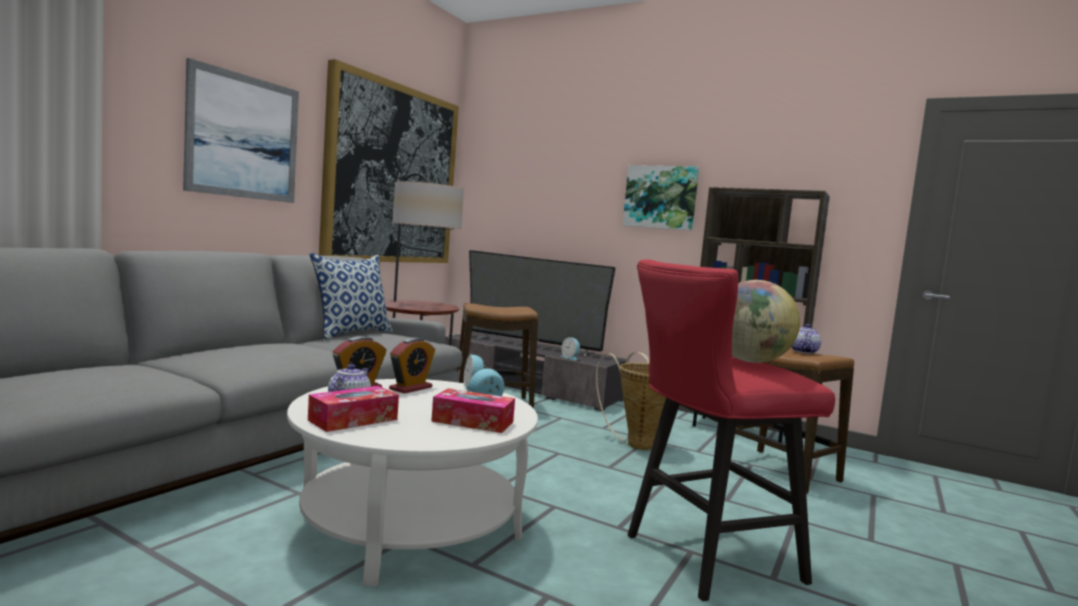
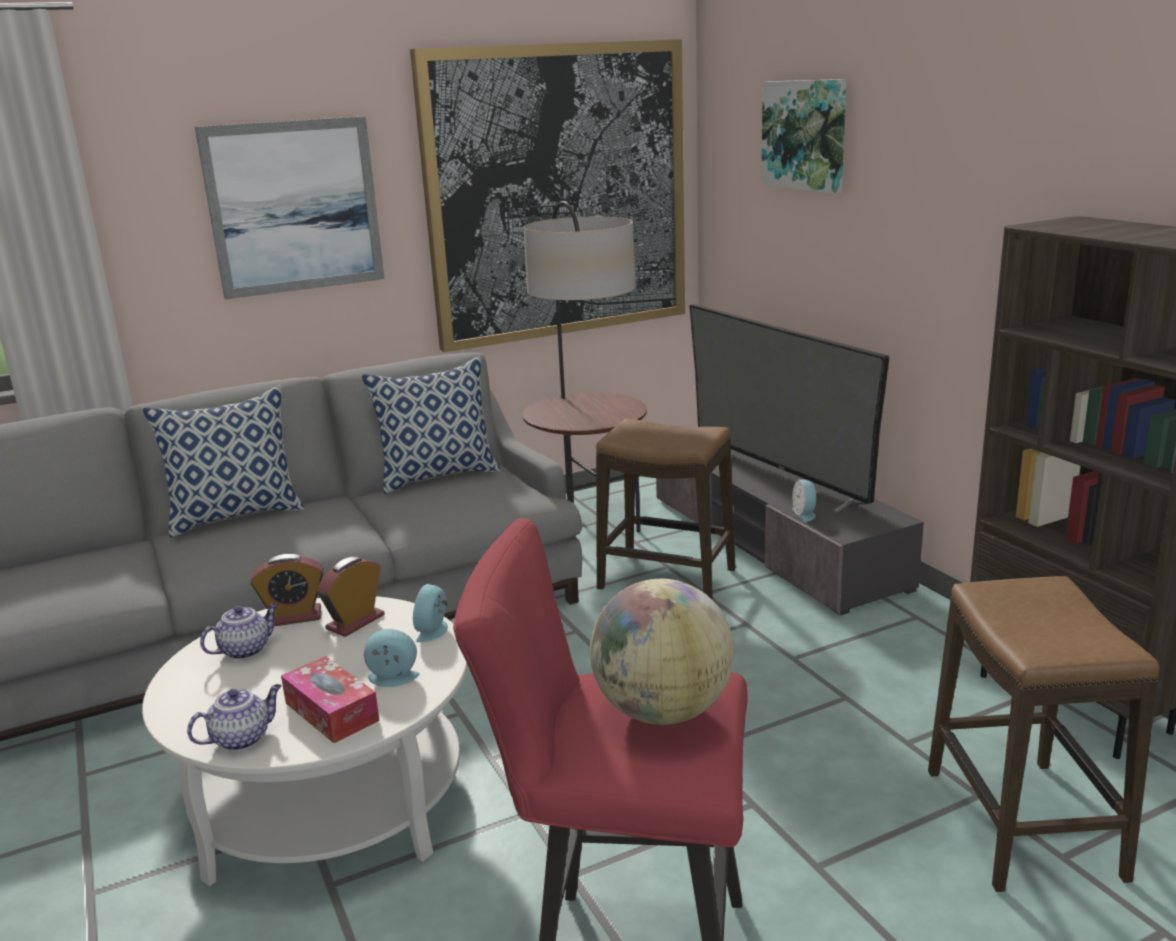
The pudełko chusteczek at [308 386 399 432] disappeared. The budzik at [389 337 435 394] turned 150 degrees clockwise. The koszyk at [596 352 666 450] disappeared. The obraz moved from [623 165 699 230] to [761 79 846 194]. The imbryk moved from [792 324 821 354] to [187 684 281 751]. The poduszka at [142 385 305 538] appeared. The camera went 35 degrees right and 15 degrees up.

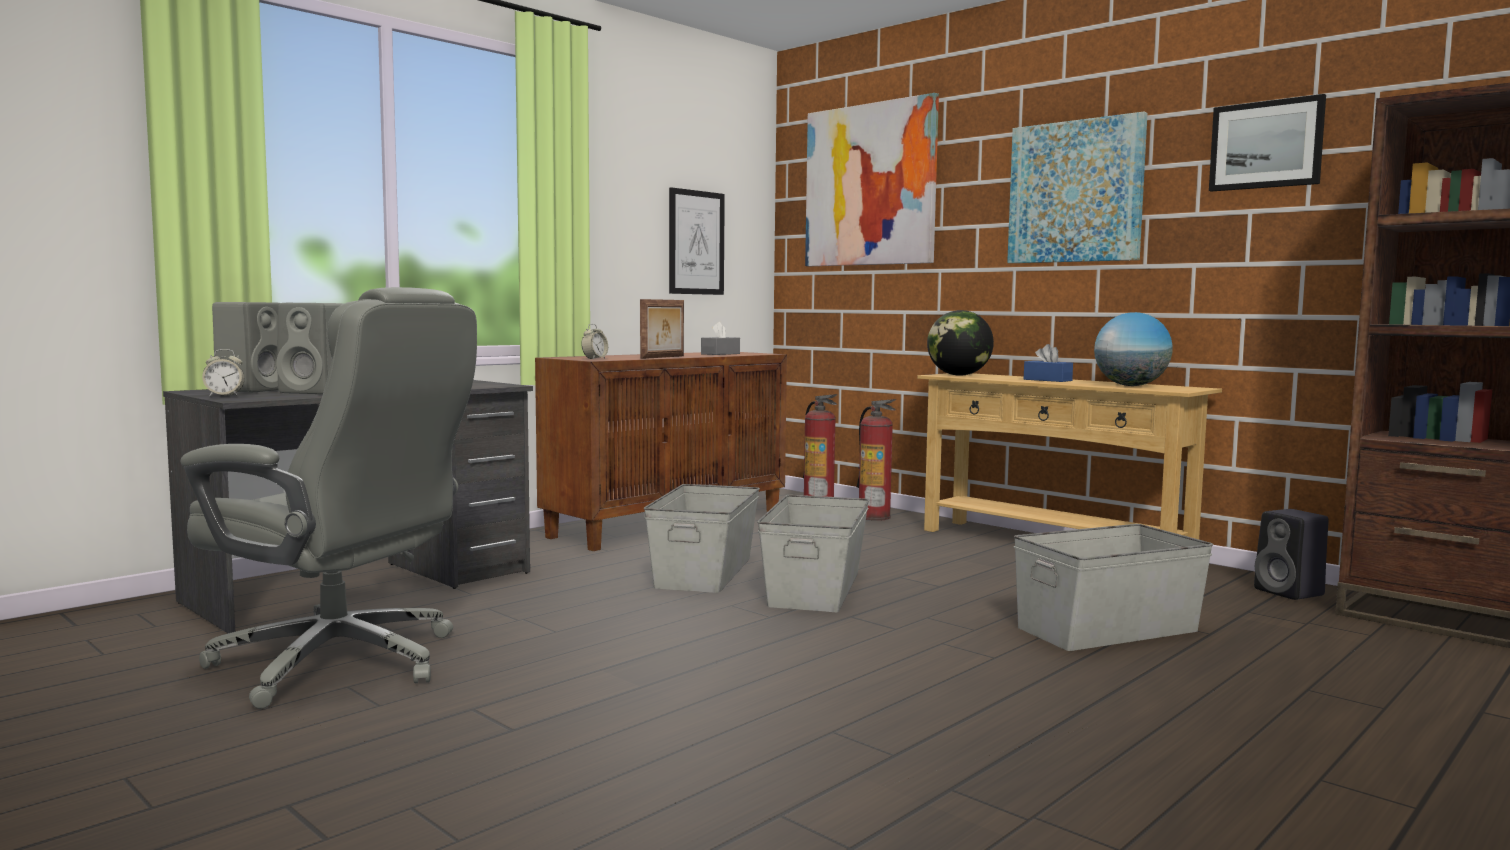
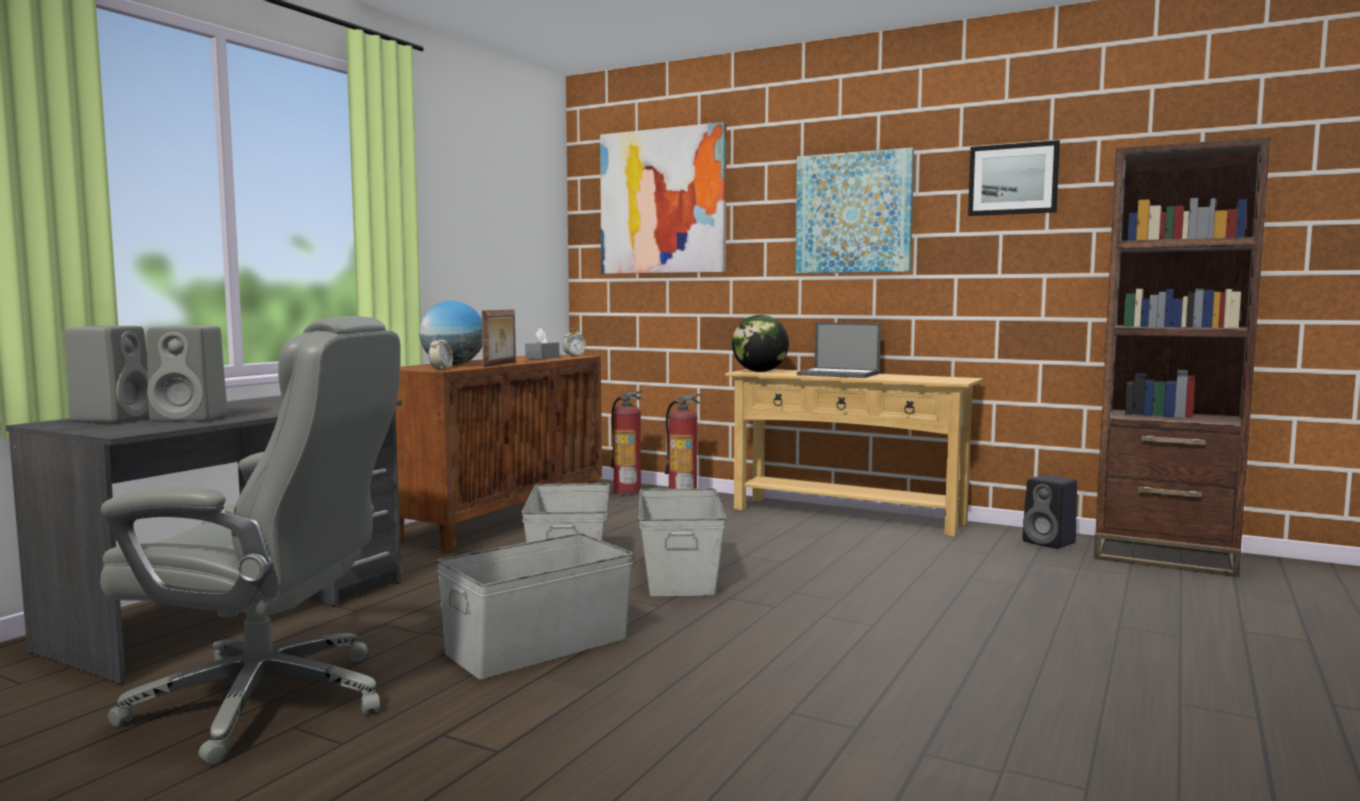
The budzik moved from [202 349 245 396] to [563 328 586 356]. The obraz at [669 187 725 295] disappeared. The pojemnik do przechowywania (szary) moved from [1014 524 1213 651] to [437 533 633 679]. The pudełko chusteczek (niebieski) at [1024 344 1073 382] was replaced by the laptop at [797 322 881 378]. The globus moved from [1094 312 1172 386] to [419 301 482 365]. The camera went 15 degrees left and 0 degrees up.

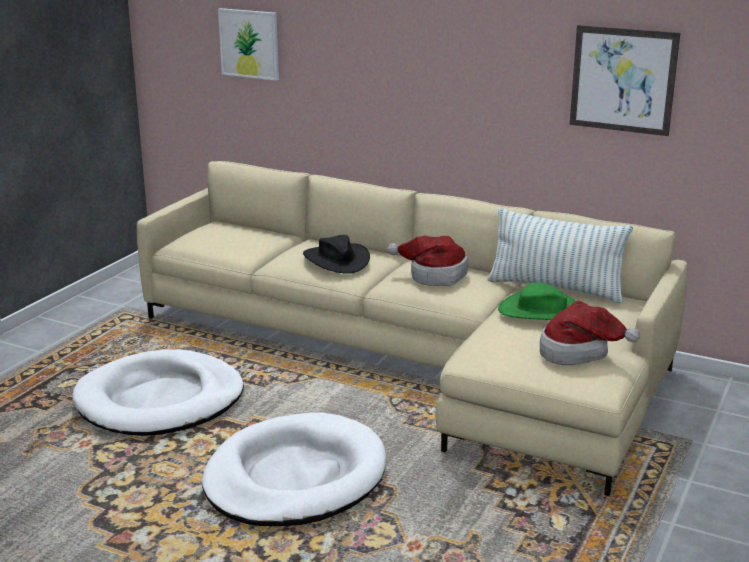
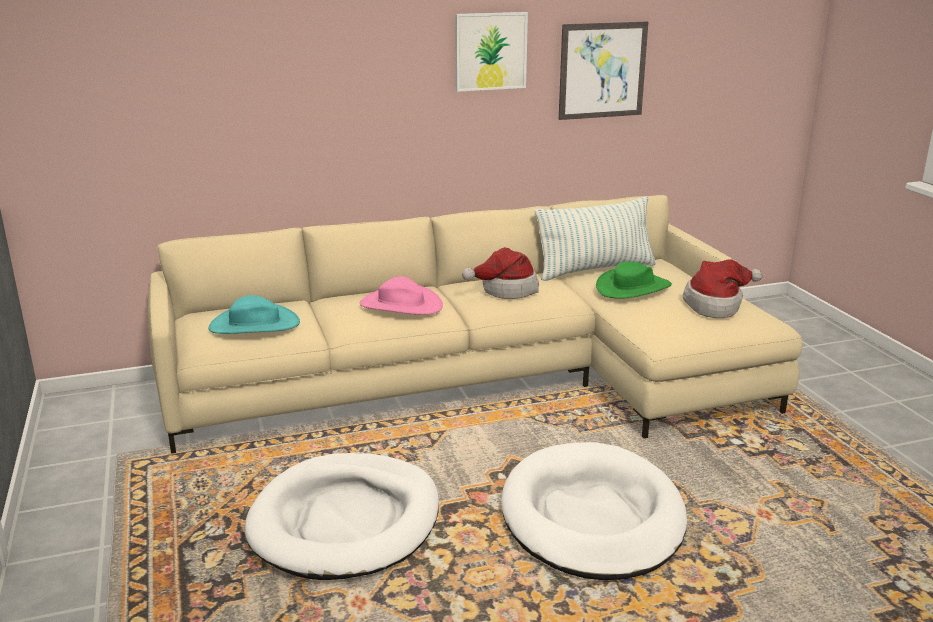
The obraz moved from [218 8 279 81] to [455 12 528 92]. The kapelusz (czarny) at [303 235 370 274] became the kapelusz (różowy) at [360 276 443 315]. The kapelusz (turkusowy) at [208 295 300 334] appeared. The camera went 45 degrees left and 0 degrees up.

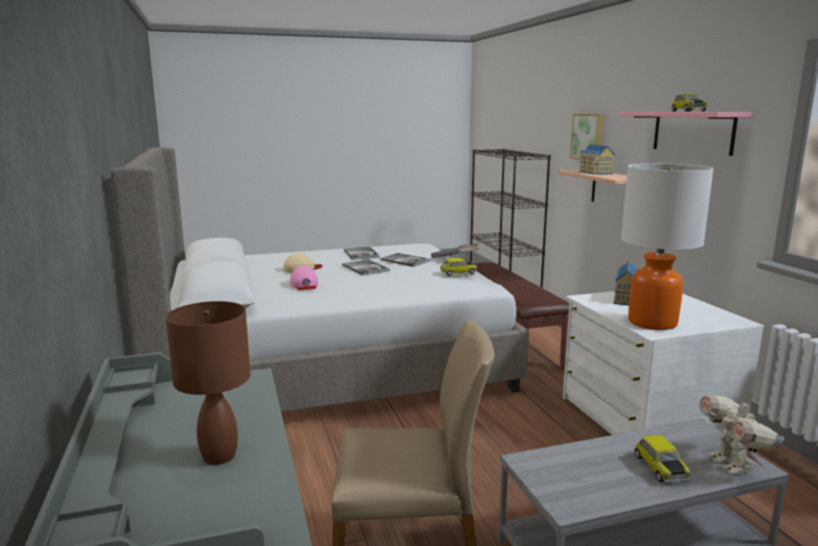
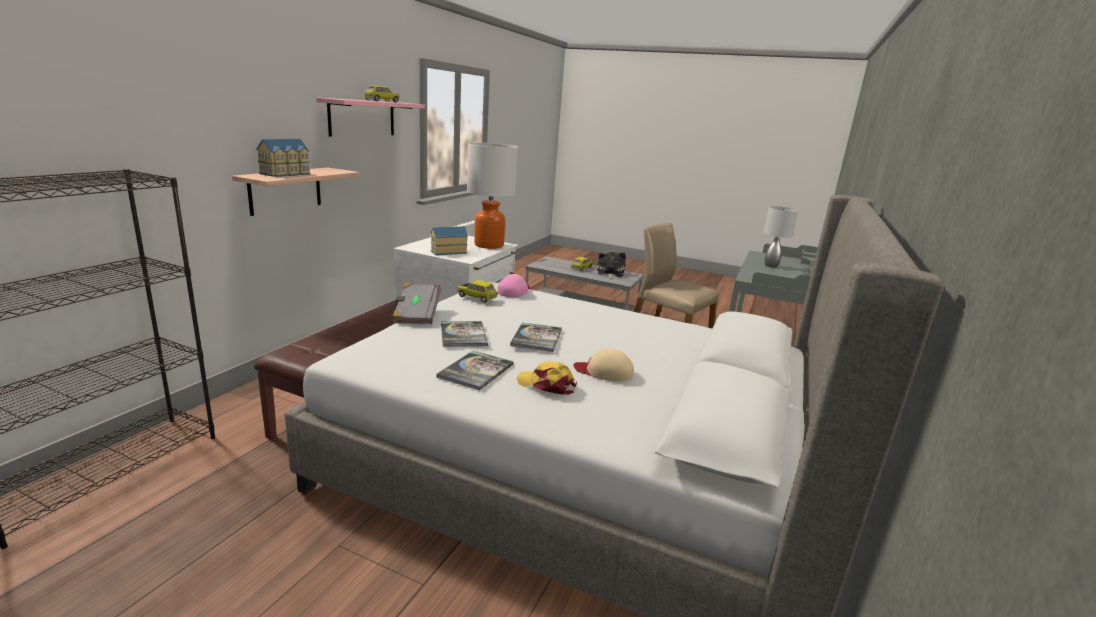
The lampa stołowa (brązowy) at [166 301 250 465] became the lampa stołowa (szary) at [764 206 799 268]. The czapka z daszkiem (różowy) moved from [290 266 318 290] to [497 274 530 297]. The obraz at [570 114 604 160] disappeared. The robot zabawkowy at [699 395 784 474] disappeared. The czapka z daszkiem (żółty) at [517 361 577 395] appeared. The pluszak at [597 252 626 279] appeared. The camera went 140 degrees left and 5 degrees up.

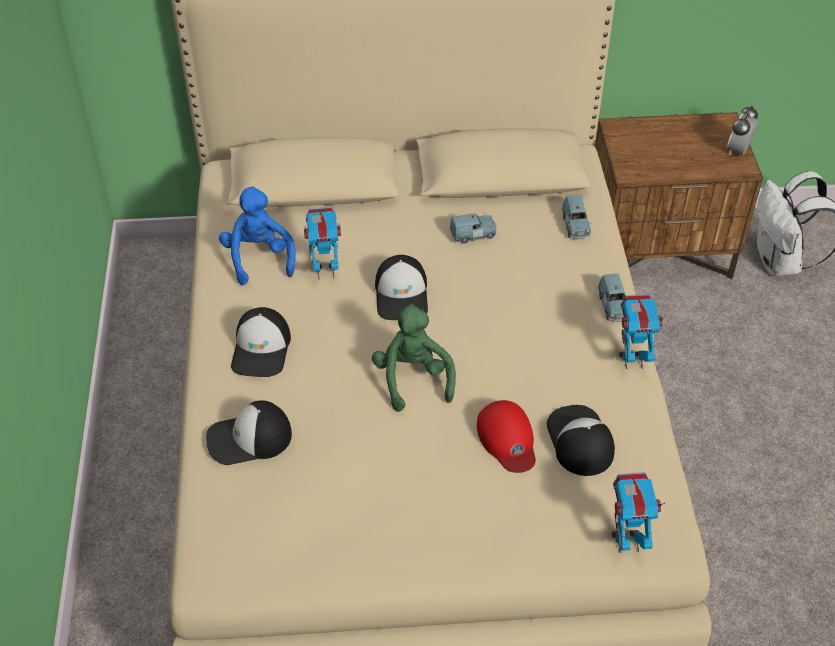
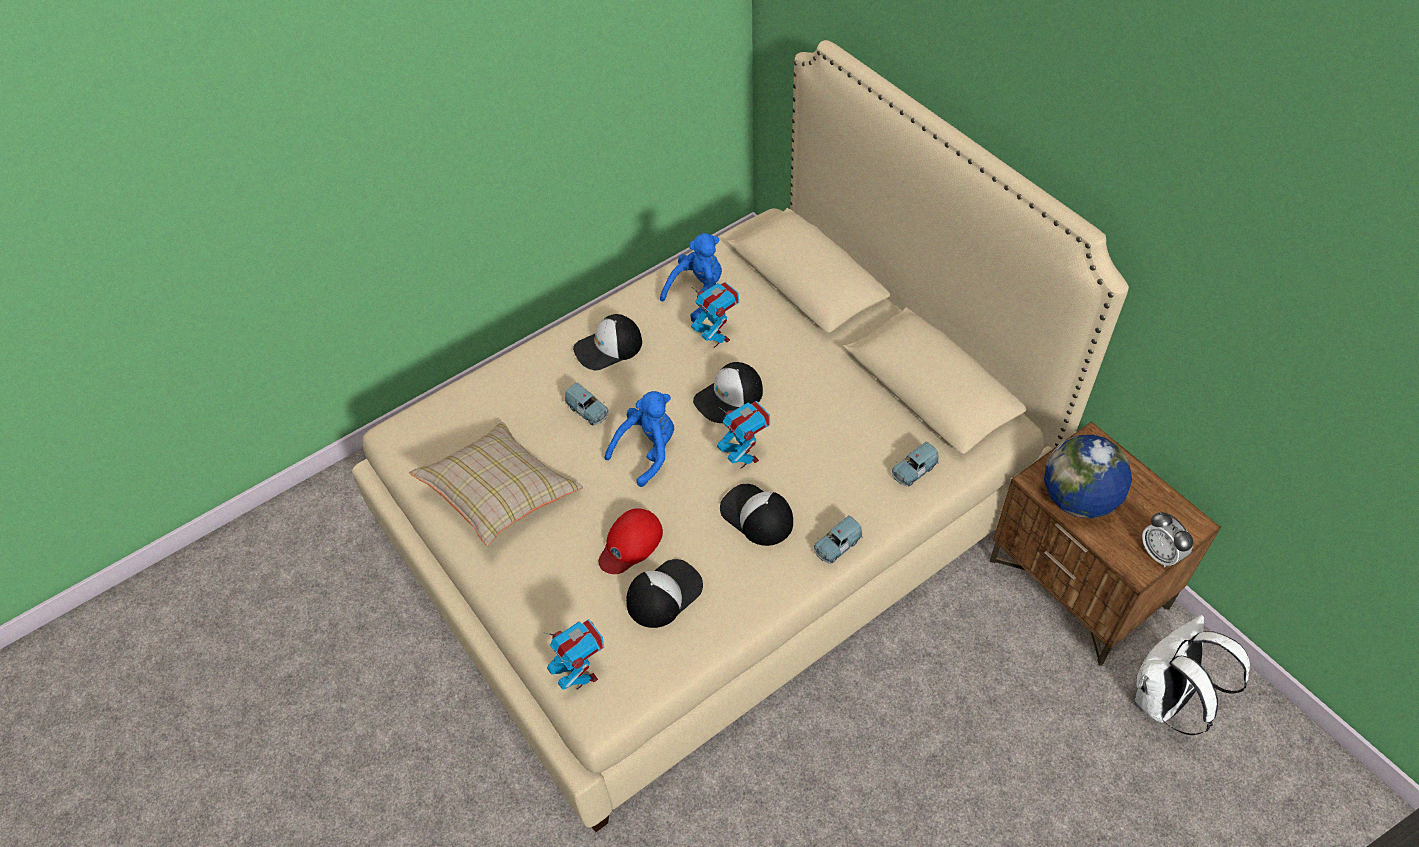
The czapka z daszkiem moved from [206 400 292 465] to [720 484 793 546]. The pluszak (zielony) at [372 303 456 412] became the pluszak (niebieski) at [605 391 674 487]. The samochodzik (niebieski) moved from [449 212 497 244] to [565 383 609 425]. The robot zabawkowy moved from [619 294 666 369] to [717 401 770 468]. The budzik at [727 106 759 155] turned 120 degrees counterclockwise. The poduszka (beżowy) at [409 422 583 546] appeared. The globus at [1044 435 1132 518] appeared. The camera went 60 degrees right and 5 degrees up.

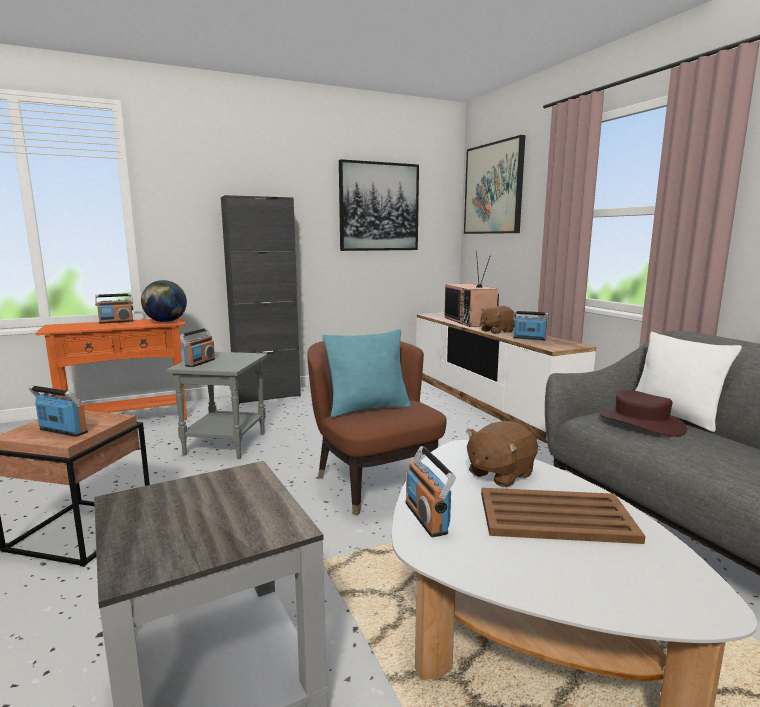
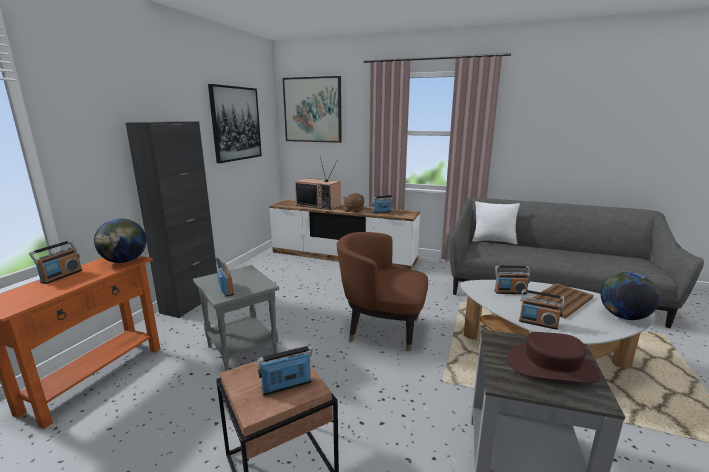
The poduszka (turkusowy) at [323 329 411 417] disappeared. The pluszak (brązowy) at [466 421 538 487] was replaced by the radio at [494 265 530 294]. The kapelusz (brązowy) moved from [600 390 687 437] to [507 332 600 383]. The globus at [601 272 659 320] appeared. The camera went 45 degrees left and 5 degrees up.

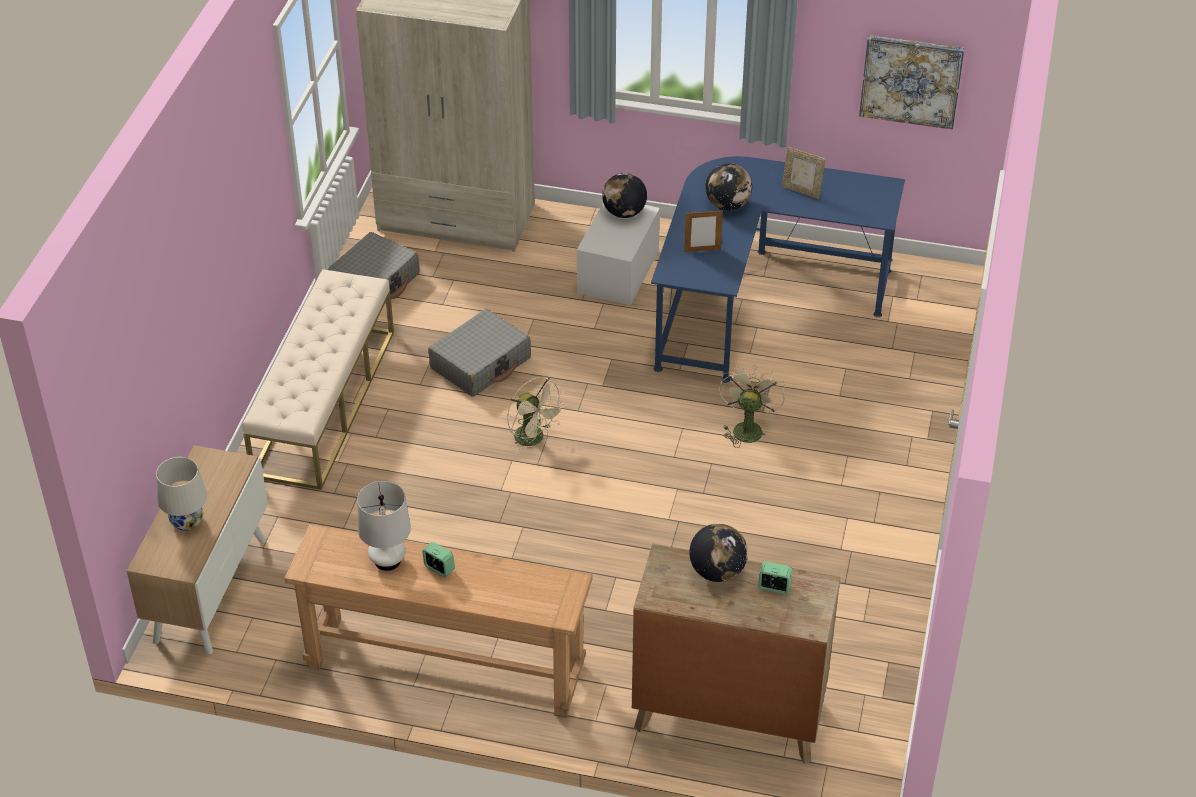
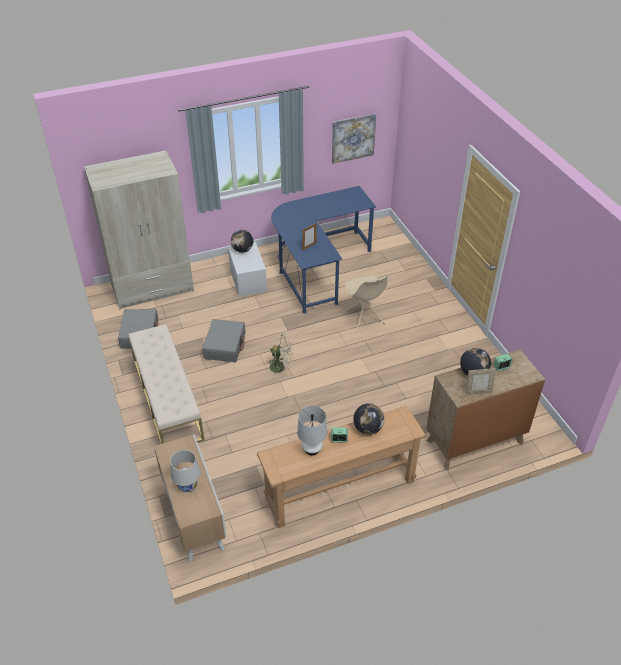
The globus moved from [705 163 752 210] to [353 403 385 435]. The wentylator (beżowy) at [719 365 785 448] was replaced by the krzesło (beżowy) at [343 275 387 333]. The ramka na zdjęcie moved from [782 147 826 199] to [465 368 496 395]. The camera went 35 degrees left and 0 degrees up.

